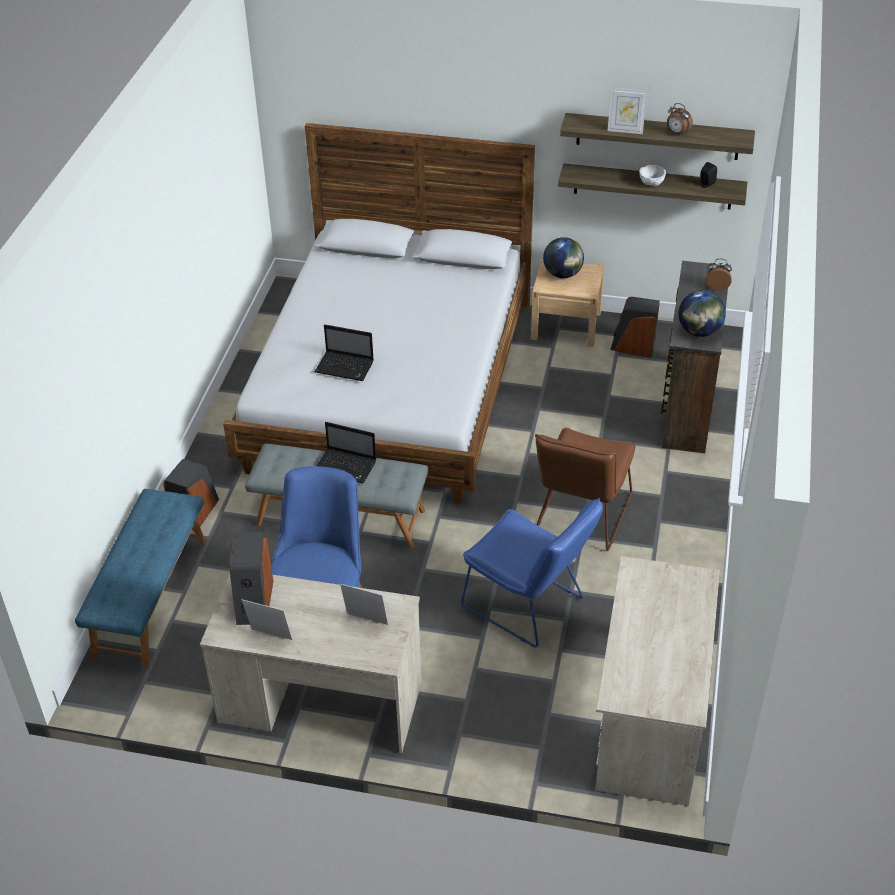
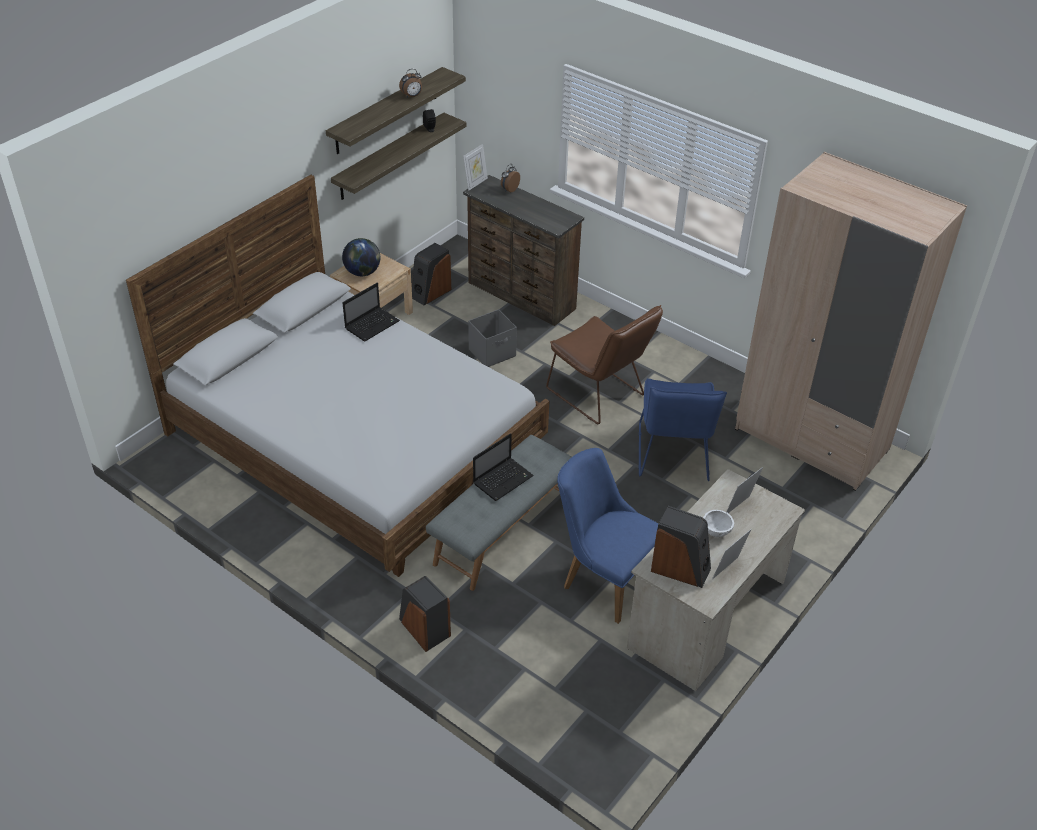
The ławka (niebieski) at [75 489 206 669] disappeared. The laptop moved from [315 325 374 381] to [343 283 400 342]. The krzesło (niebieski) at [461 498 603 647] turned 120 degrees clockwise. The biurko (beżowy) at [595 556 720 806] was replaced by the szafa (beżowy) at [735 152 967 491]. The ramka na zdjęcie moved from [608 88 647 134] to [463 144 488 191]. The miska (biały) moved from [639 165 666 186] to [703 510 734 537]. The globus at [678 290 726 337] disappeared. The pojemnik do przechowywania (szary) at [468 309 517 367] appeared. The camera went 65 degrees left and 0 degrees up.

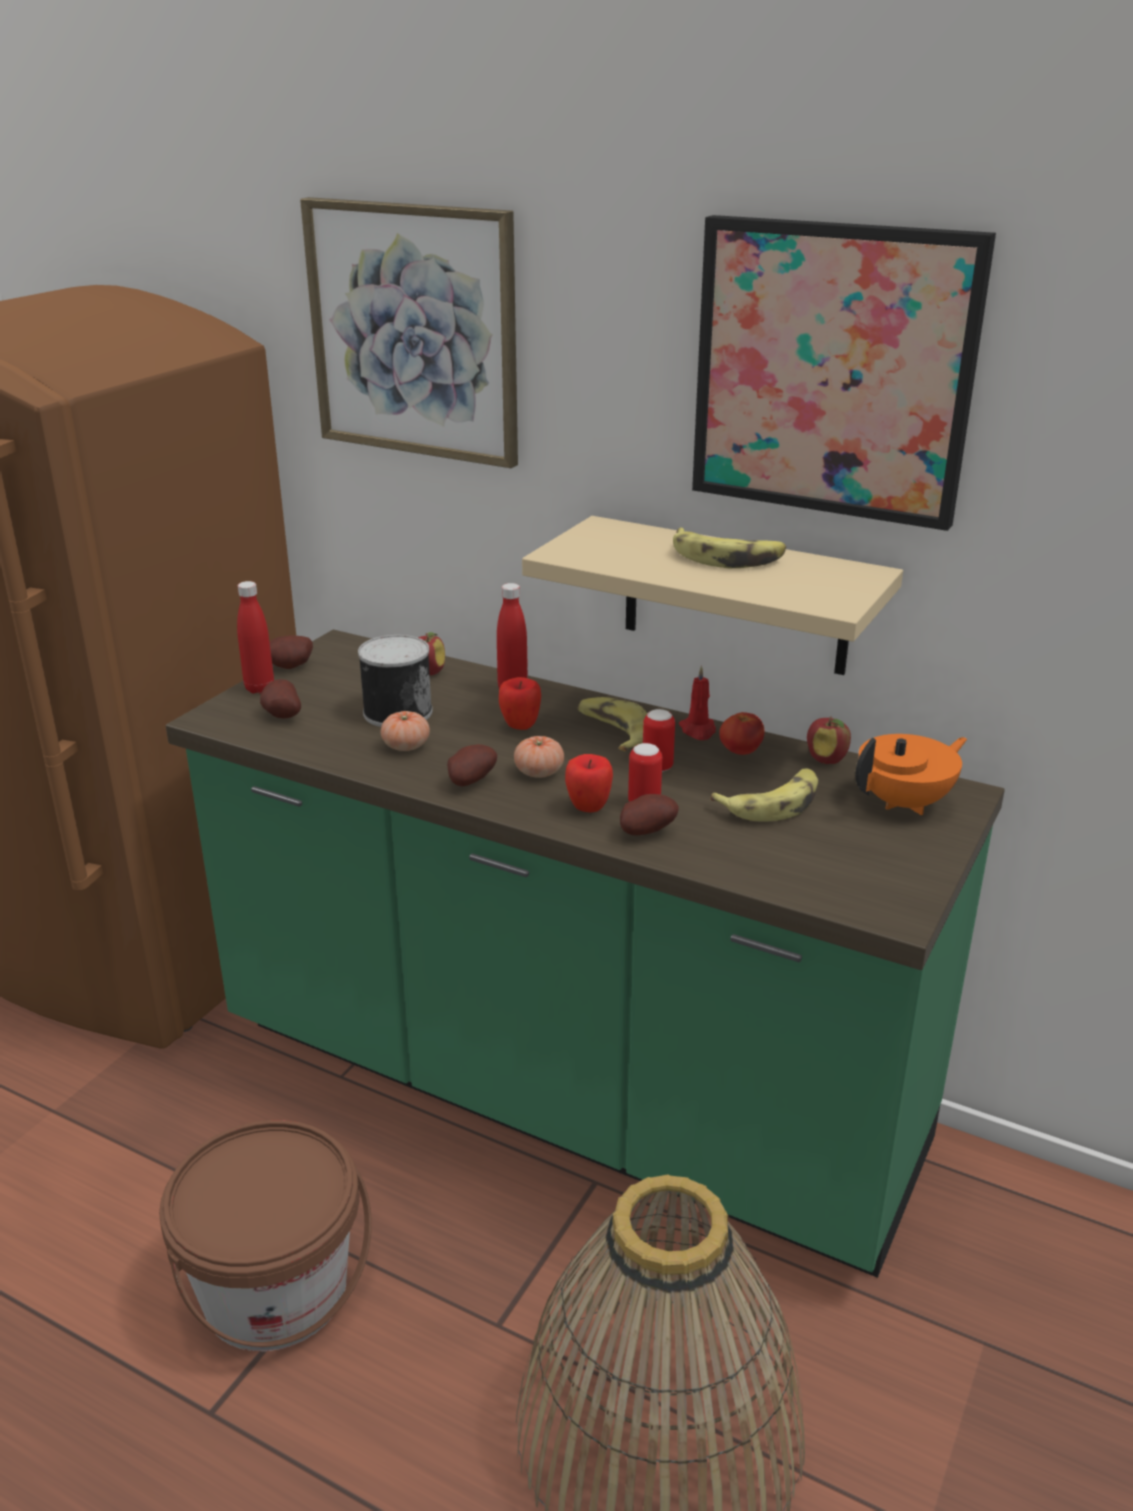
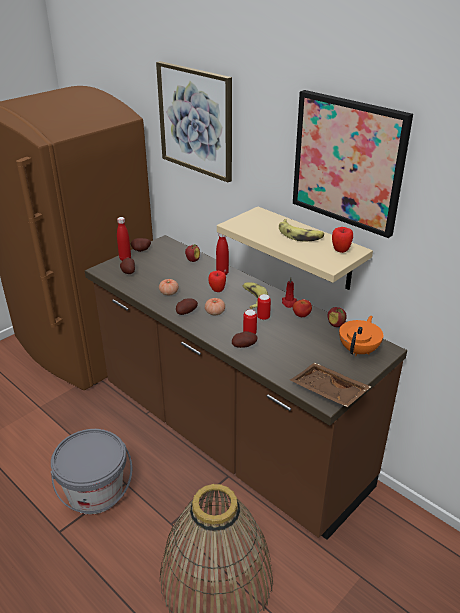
The wiadro (brązowy) at [159 1120 372 1351] became the wiadro (szary) at [51 429 132 515]. The zabudowa kuchenna (zielony) at [166 630 1005 1278] became the zabudowa kuchenna (brązowy) at [85 235 407 540]. The puszka at [358 635 433 727] disappeared. The jabłko moved from [565 754 613 813] to [332 227 353 253]. The banan at [711 768 818 822] disappeared. The imbryk (pomarańczowy) at [855 734 967 815] turned 45 degrees counterclockwise. The taca (brązowy) at [290 363 371 407] appeared. The camera went 15 degrees right and 5 degrees up.

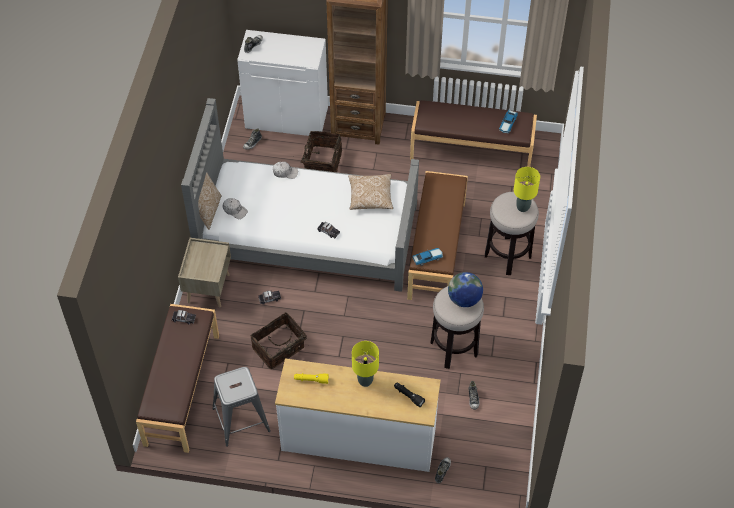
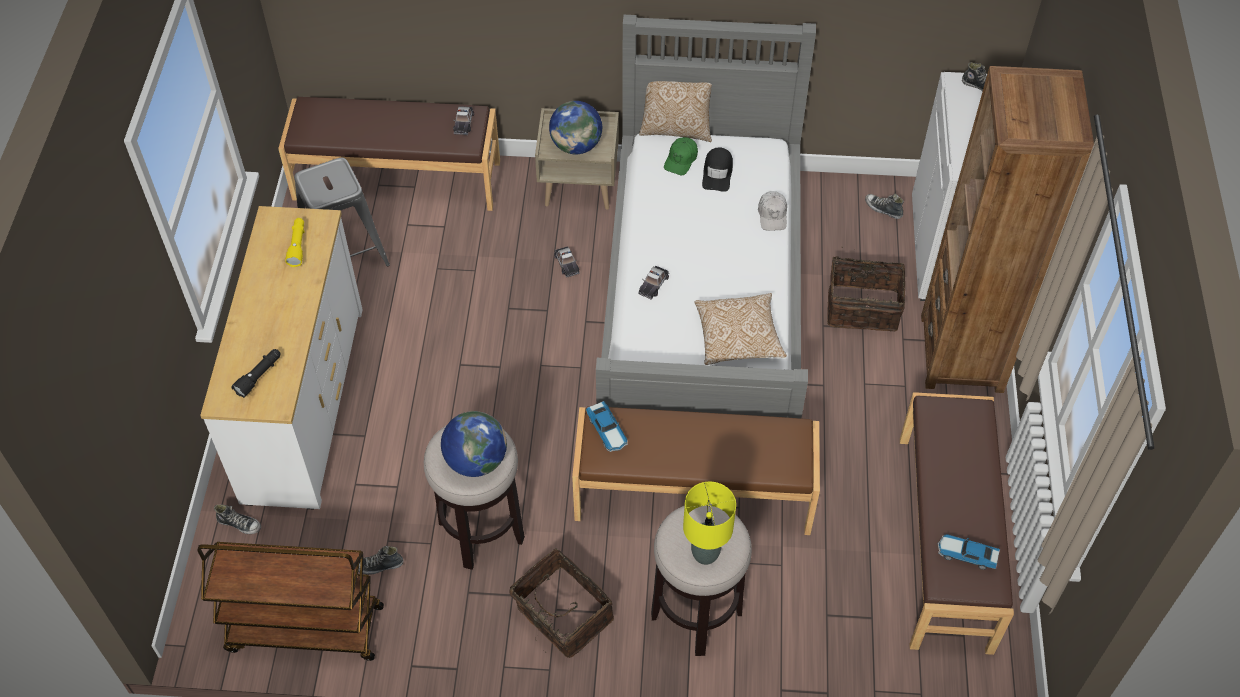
The czapka z daszkiem (biały) at [223 198 248 219] became the czapka z daszkiem (zielony) at [664 137 698 175]. The koszyk moved from [251 312 307 369] to [509 548 614 658]. The lampa stołowa (żółty) at [352 341 379 387] disappeared. The wózek (brązowy) at [197 542 384 661] appeared. The globus at [549 101 602 154] appeared. The czapka z daszkiem (czarny) at [702 147 733 192] appeared. The camera went 85 degrees right and 0 degrees up.

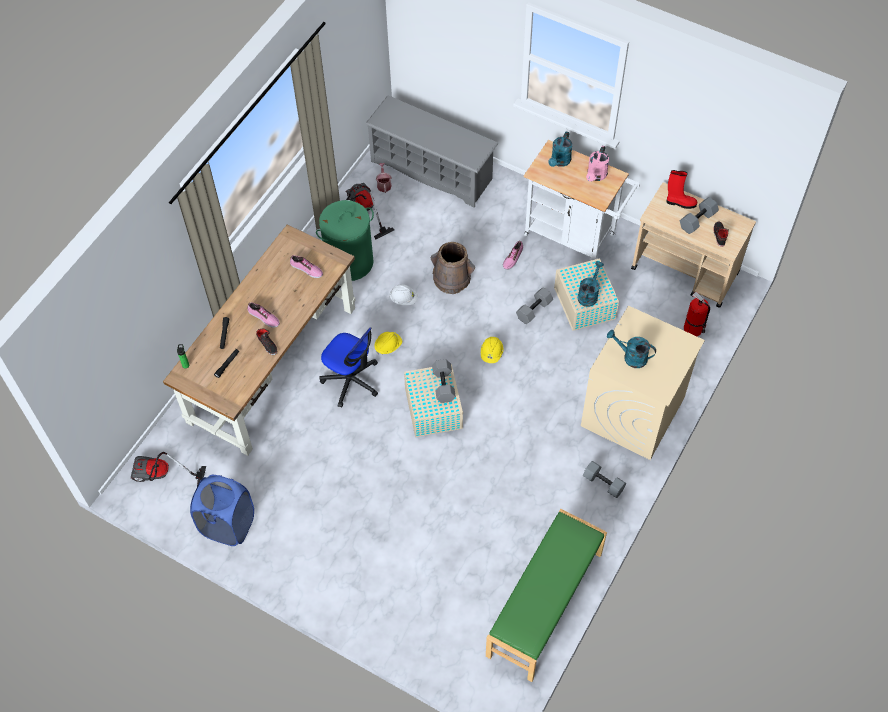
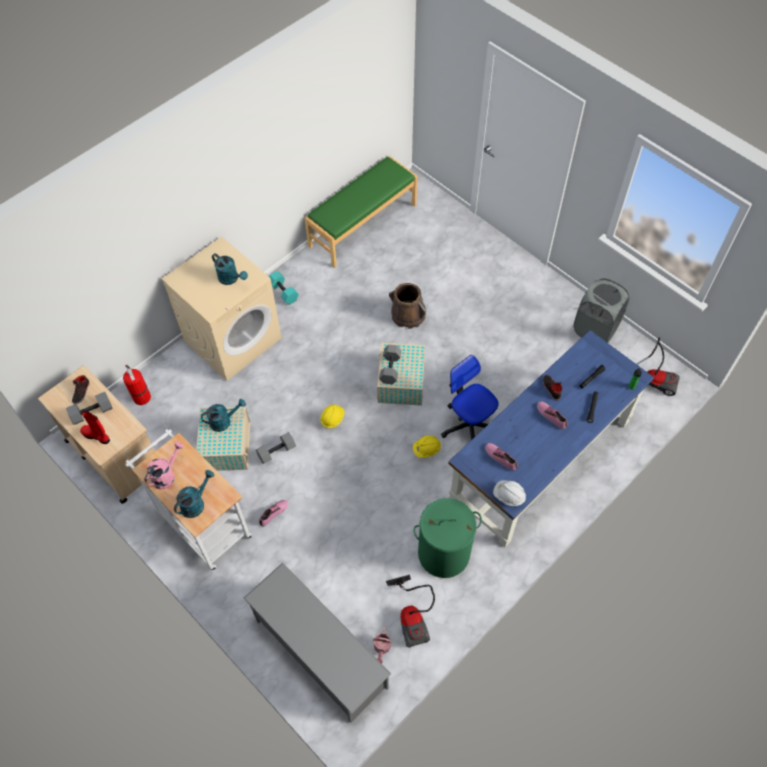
The biurko (brązowy) at [163 225 356 456] became the biurko (niebieski) at [448 330 654 547]. The kosz na pranie (niebieski) at [190 475 254 546] became the kosz na pranie (szary) at [573 278 630 343]. The kask (biały) moved from [389 284 418 305] to [493 480 526 506]. The wiadro (brązowy) moved from [431 242 475 294] to [389 283 426 329]. The konewka (turkusowy) at [578 261 604 307] turned 150 degrees counterclockwise. The hantel (szary) at [583 461 626 498] became the hantel (turkusowy) at [269 271 299 305]. The camera went 165 degrees left and 0 degrees up.

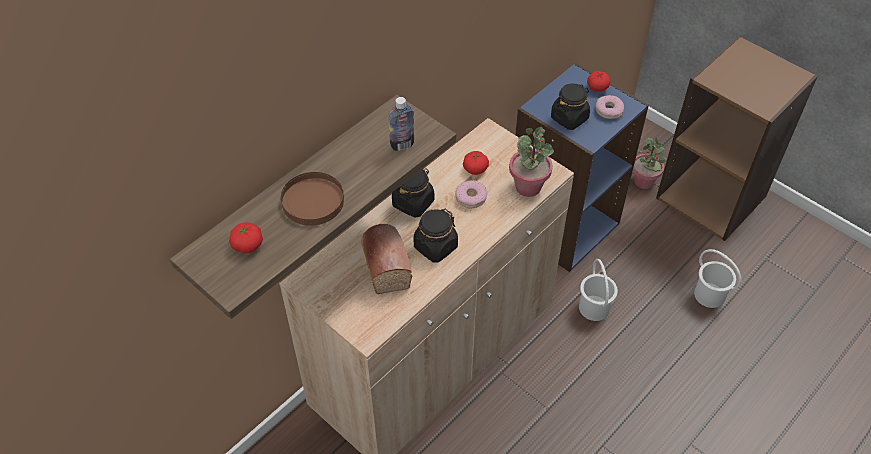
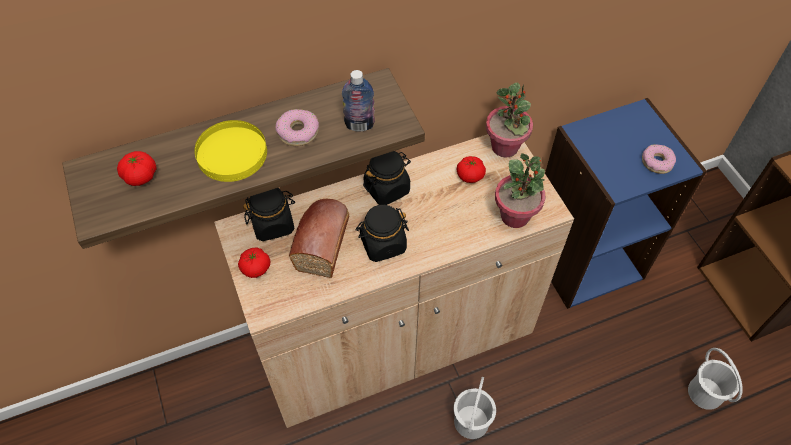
The talerz (brązowy) at [281 172 344 226] became the talerz (żółty) at [194 120 267 182]. The donut moved from [455 180 487 208] to [275 109 319 146]. The słoik (czarny) moved from [551 83 590 130] to [243 188 295 241]. The wiadro (biały) moved from [579 259 618 321] to [454 377 496 439]. The pomidor moved from [587 71 610 92] to [238 248 270 278]. The roślina doniczkowa moved from [633 137 667 189] to [486 82 533 158]. The camera went 25 degrees right and 5 degrees up.

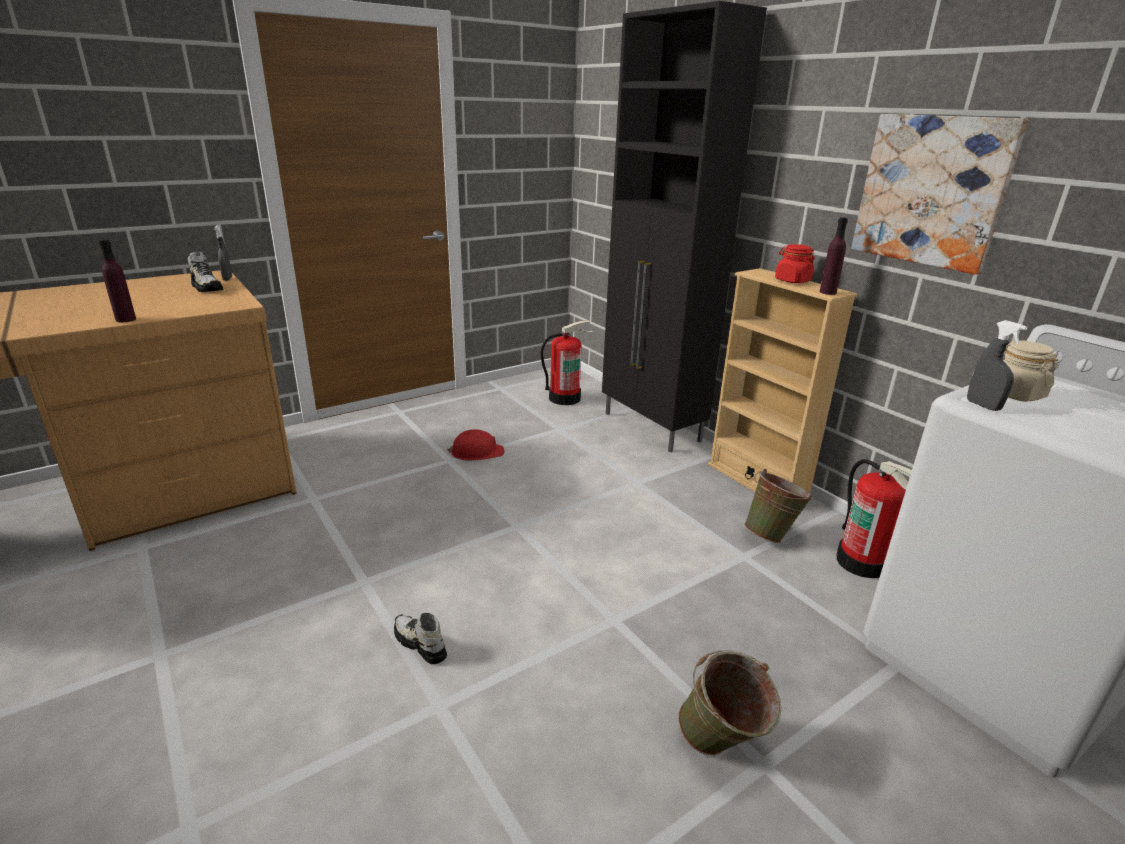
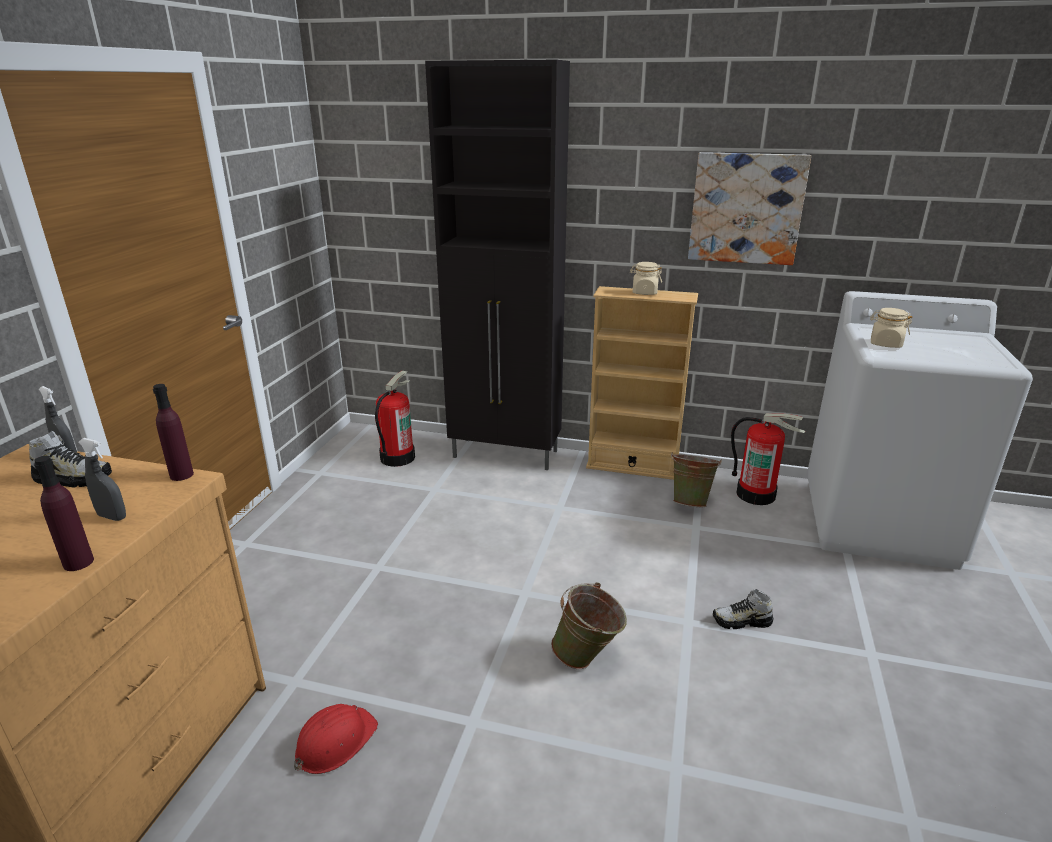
The but moved from [394 613 447 664] to [713 589 773 629]. The kask (czerwony) moved from [447 429 504 461] to [294 704 378 774]. The wiadro (zielony) moved from [678 650 781 755] to [551 582 627 669]. The słoik (czerwony) at [775 244 815 283] became the słoik (beżowy) at [630 262 662 295]. The butelka (fioletowy) moved from [820 217 848 295] to [153 384 194 481]. The spryskiwacz (szary) moved from [967 320 1028 411] to [79 438 126 521]. The camera went 40 degrees left and 0 degrees up.

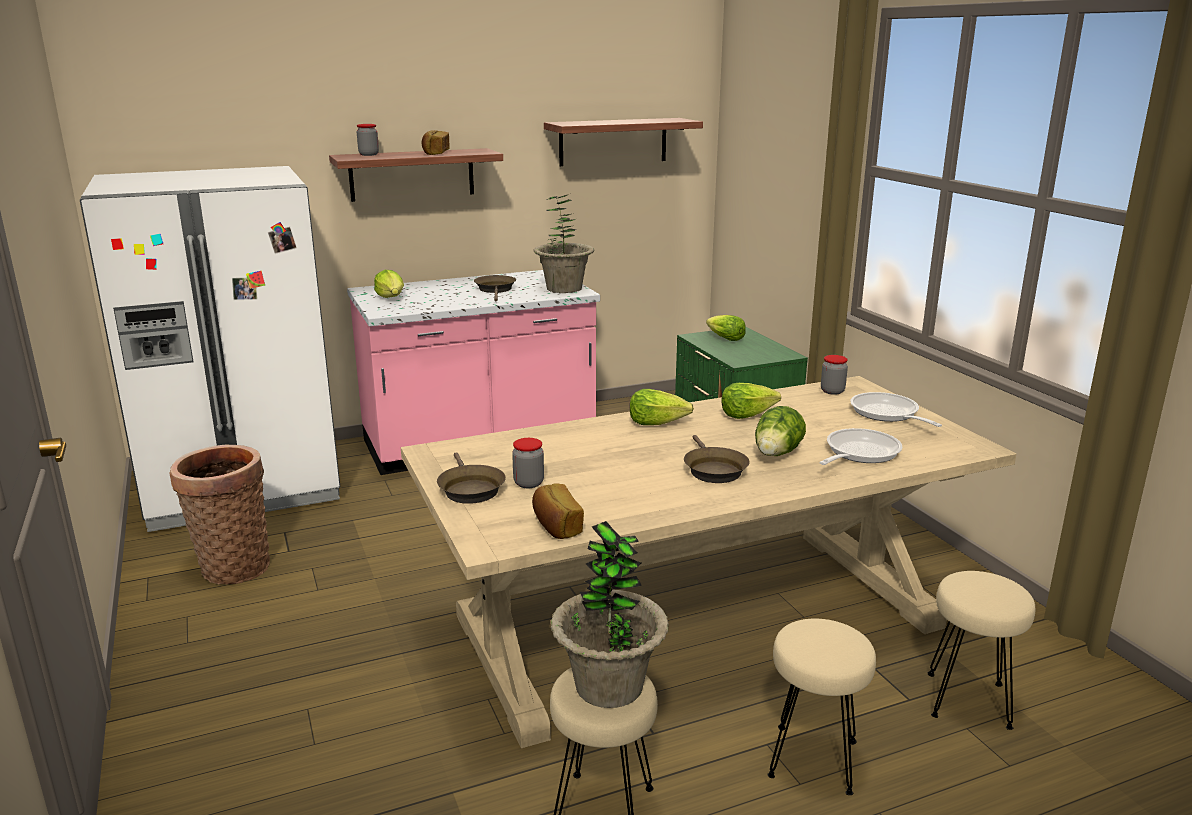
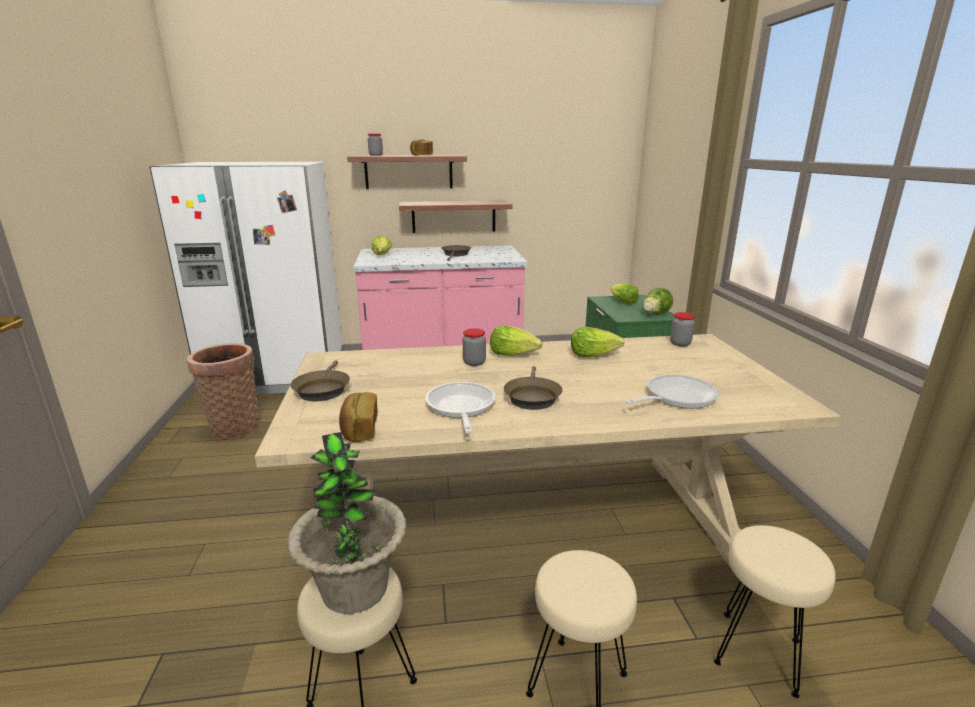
The słoik moved from [512 438 544 488] to [463 328 486 366]. The roślina doniczkowa at [533 194 594 293] disappeared. The półka moved from [544 118 703 166] to [399 201 512 233]. The sałata moved from [755 406 806 456] to [643 288 673 314]. The patelnia moved from [850 392 942 427] to [425 382 496 433]. The camera went 15 degrees right and 0 degrees up.

